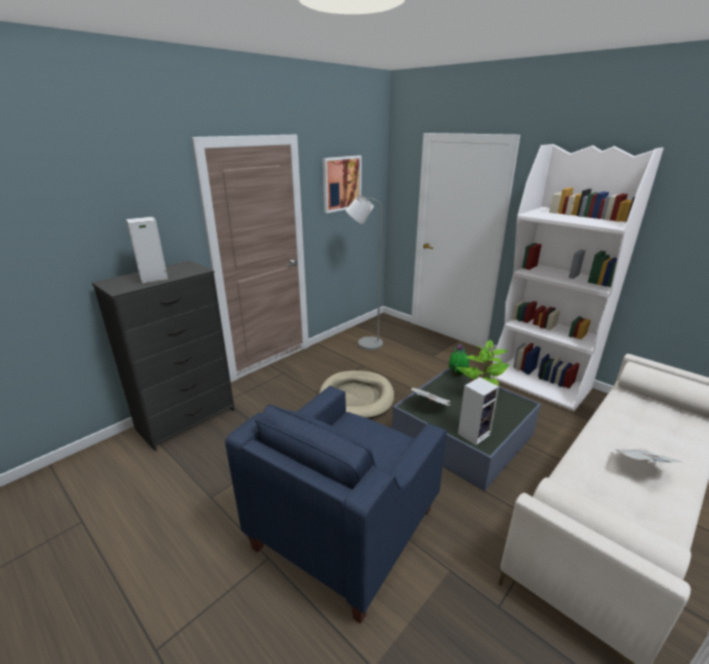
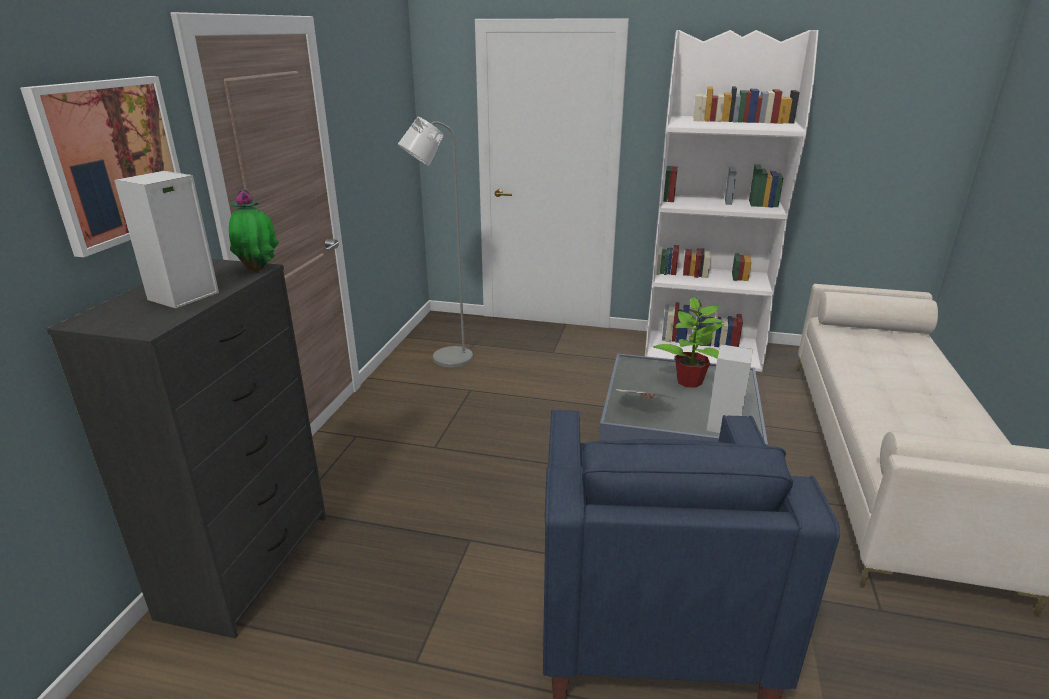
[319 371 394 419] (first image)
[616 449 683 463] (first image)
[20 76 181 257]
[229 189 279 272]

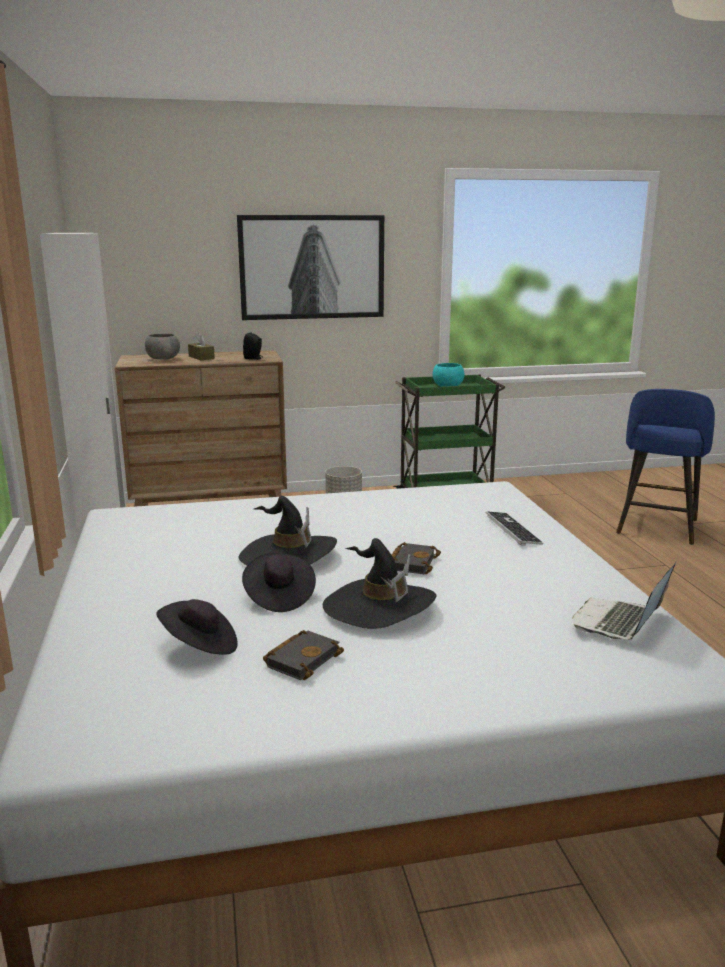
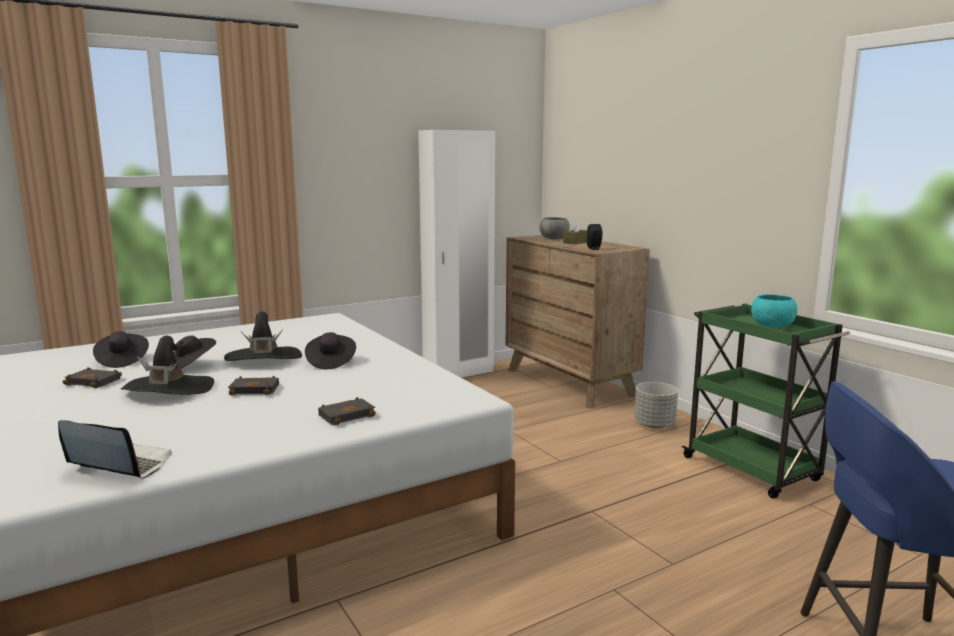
[237 215 384 320] (first image)
[305 332 356 369]
[318 397 376 426]

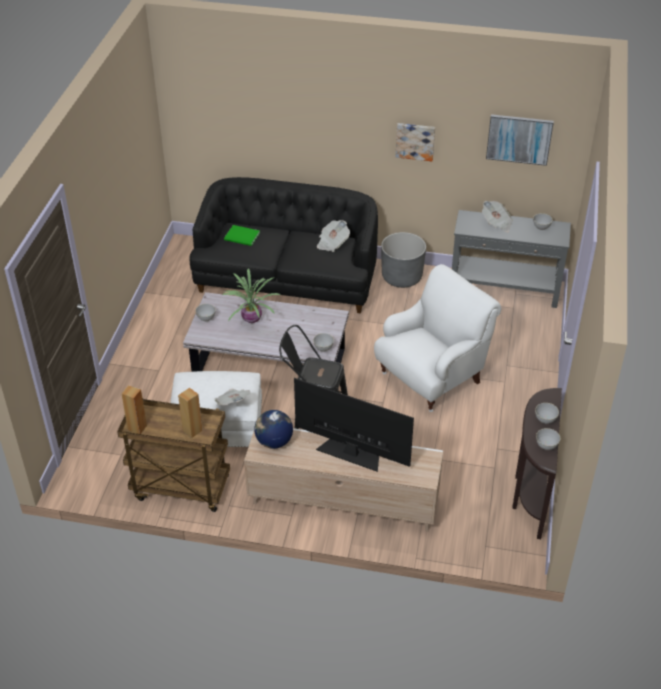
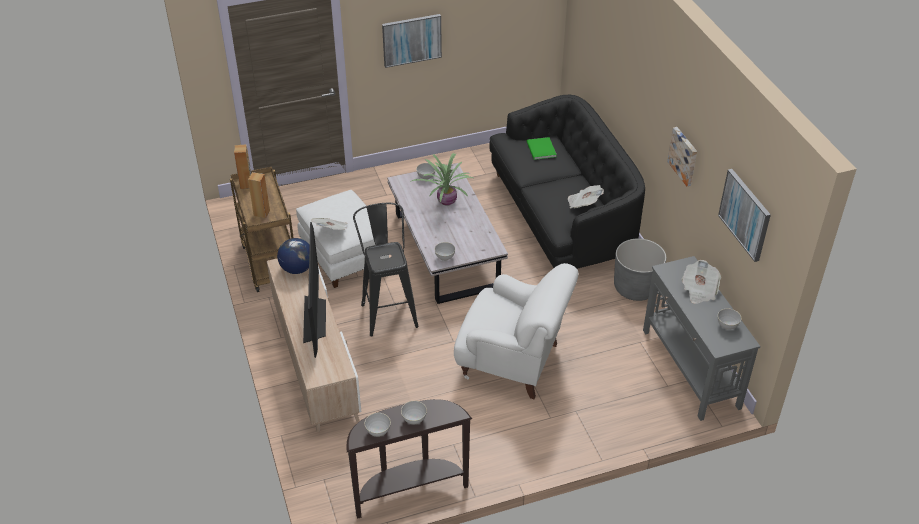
[382 14 442 68]

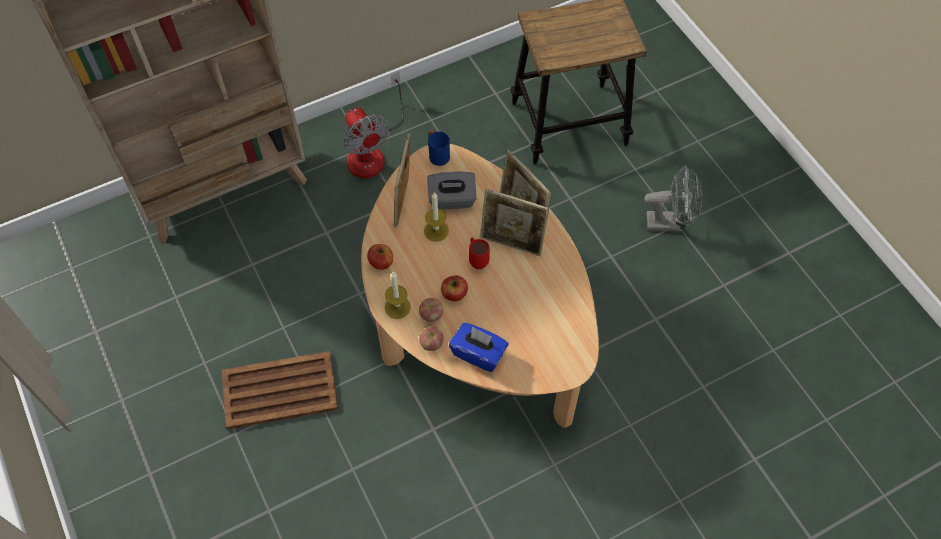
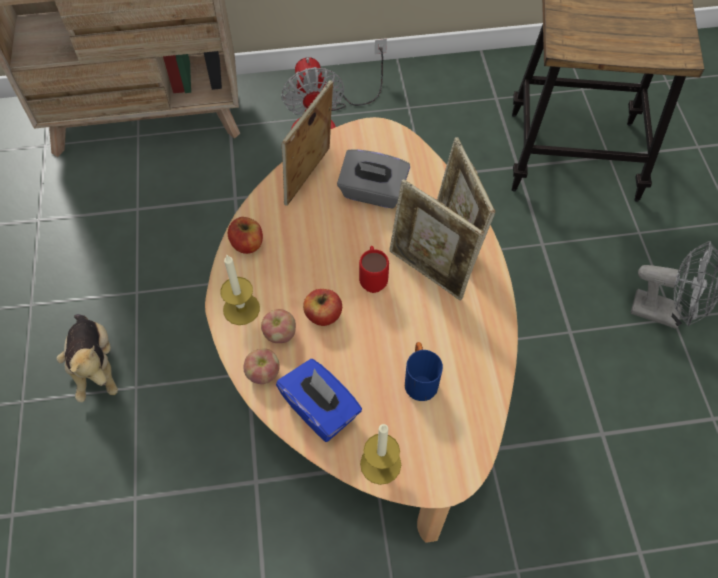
[360 424 401 485]
[405 342 443 401]
[56 314 118 402]

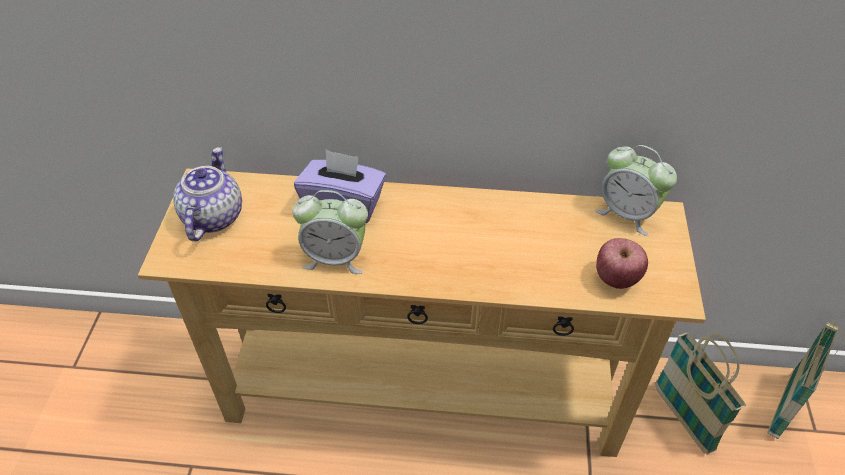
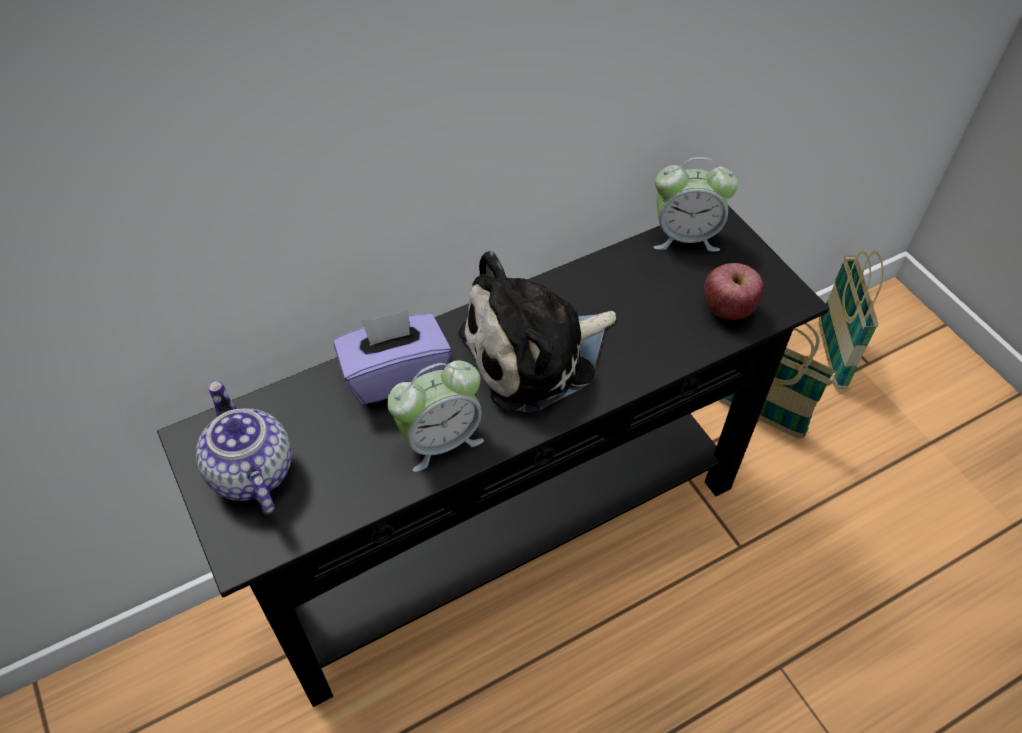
[459 251 616 413]
[157 205 829 707]

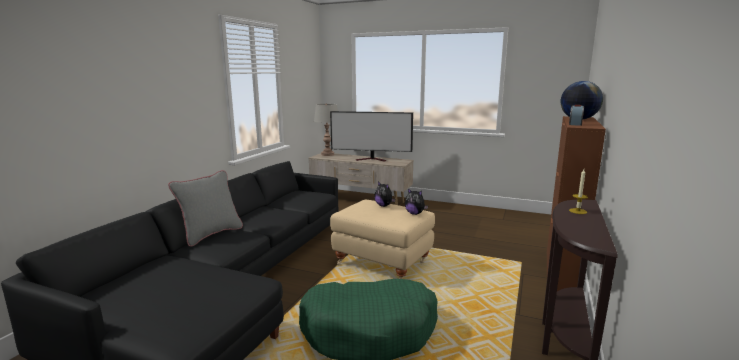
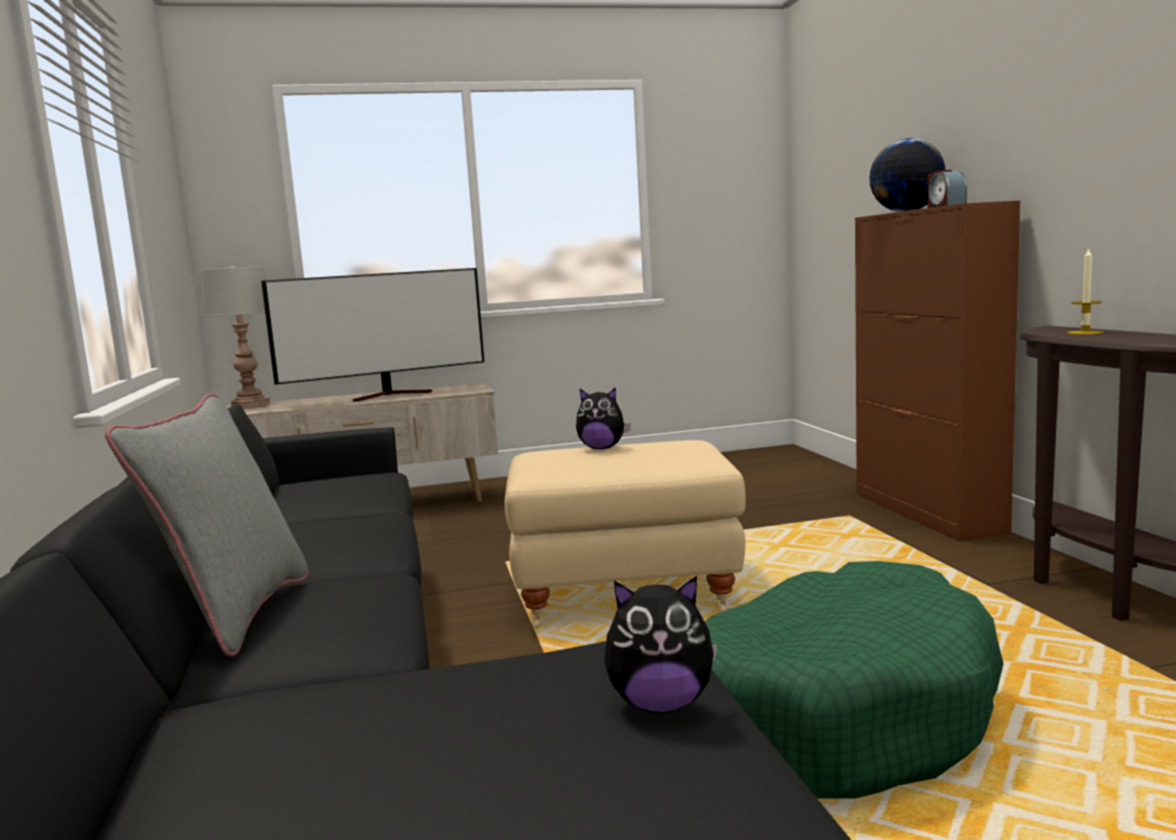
[604 576 718 713]

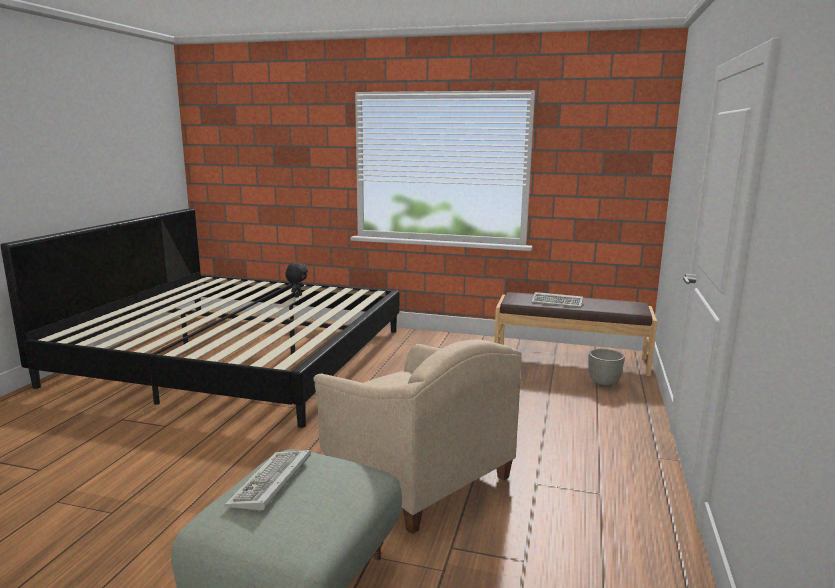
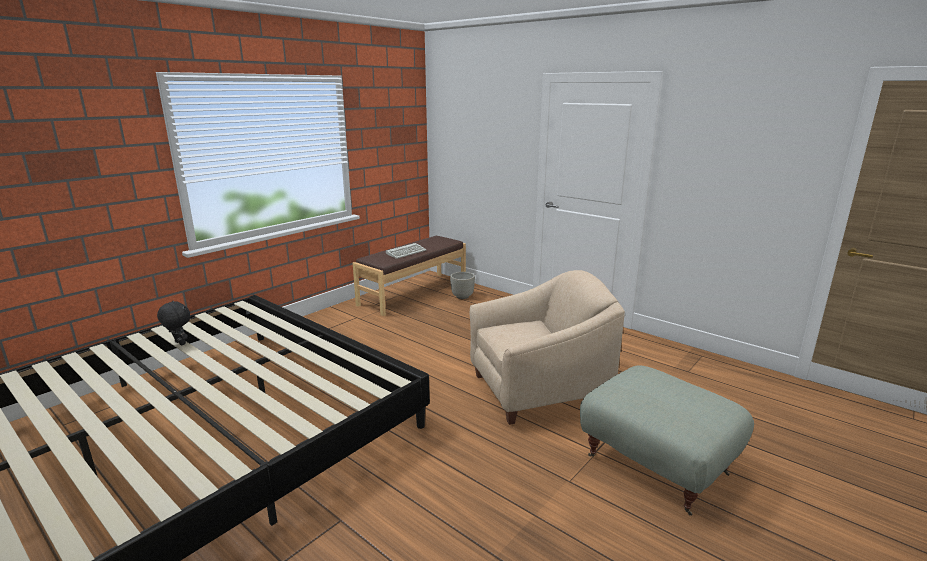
[224 450 311 512] (first image)

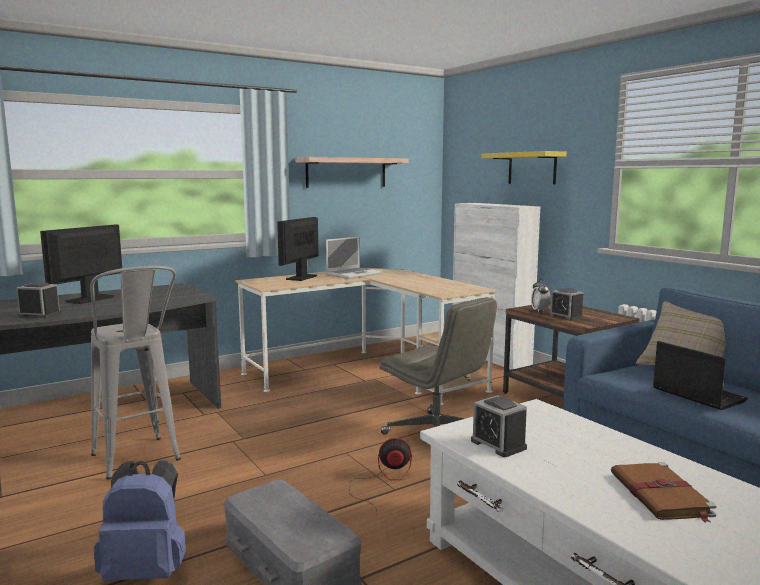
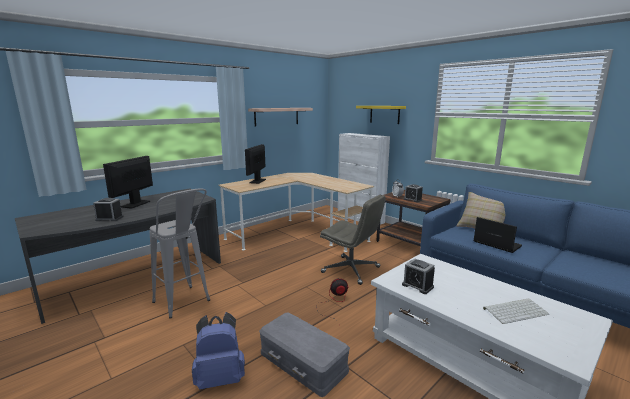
[326 237 381 279] (first image)
[483 298 549 324]

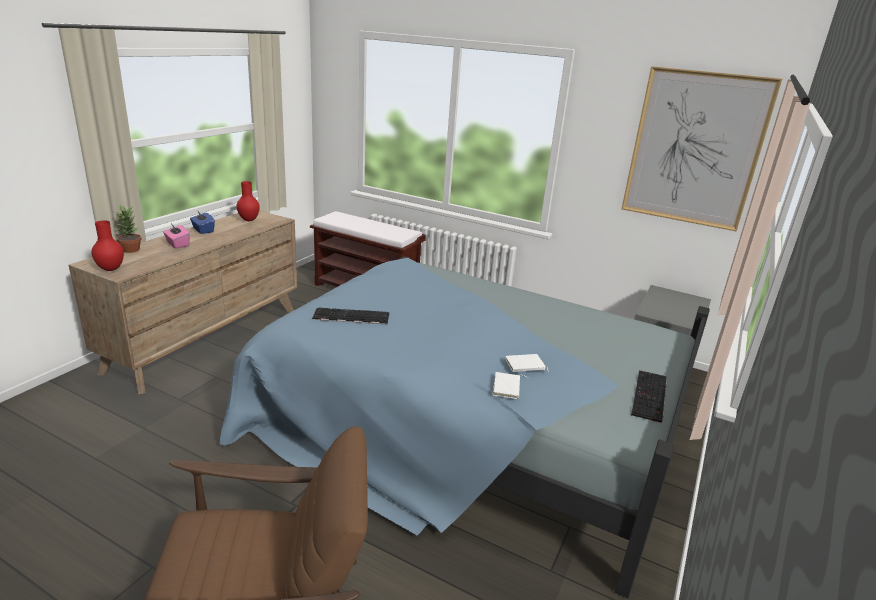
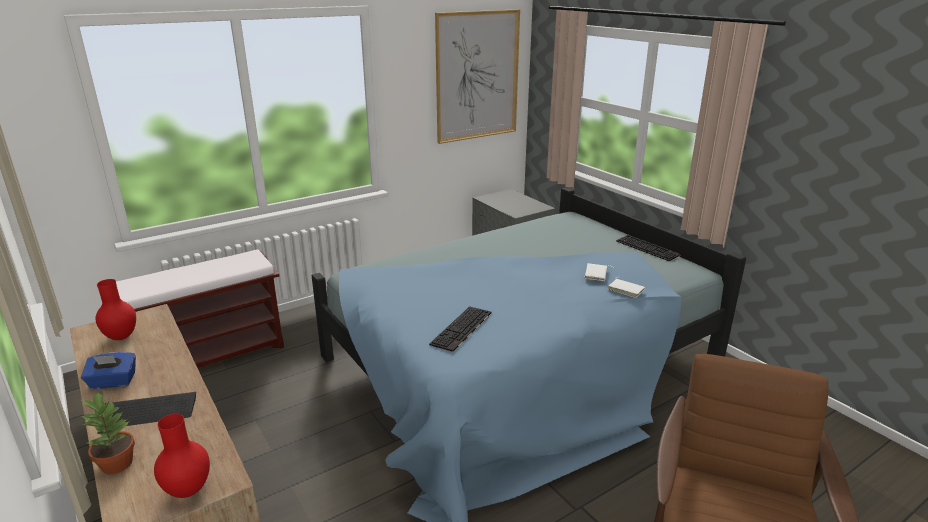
[105 392 196 426]

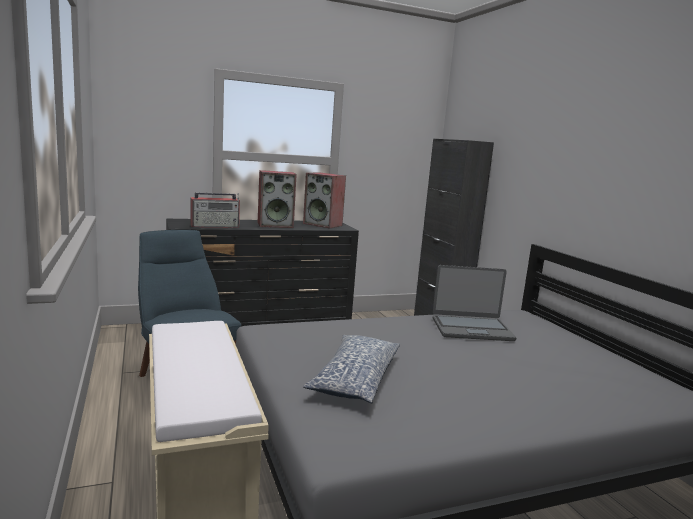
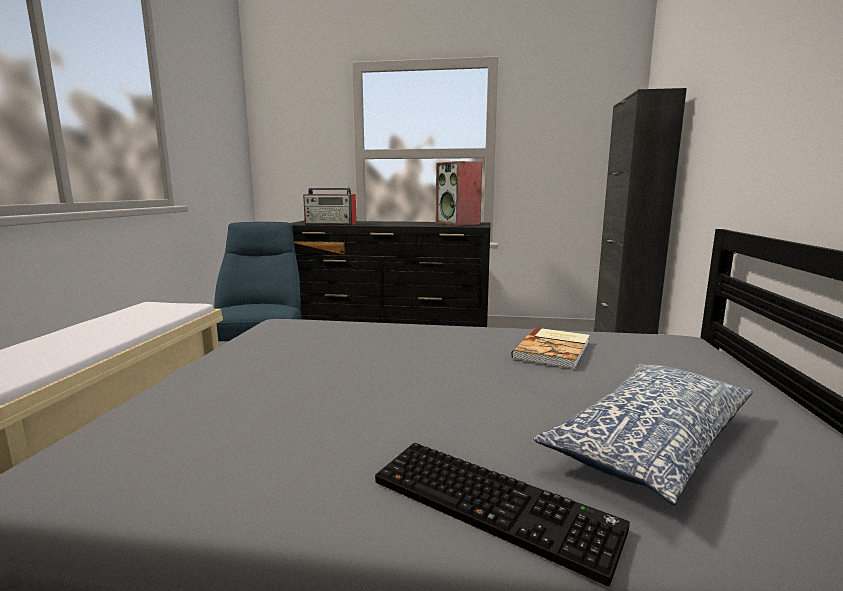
[258 170 297 228] (first image)
[375 443 630 586]
[533 364 753 505]
[511 328 590 369]

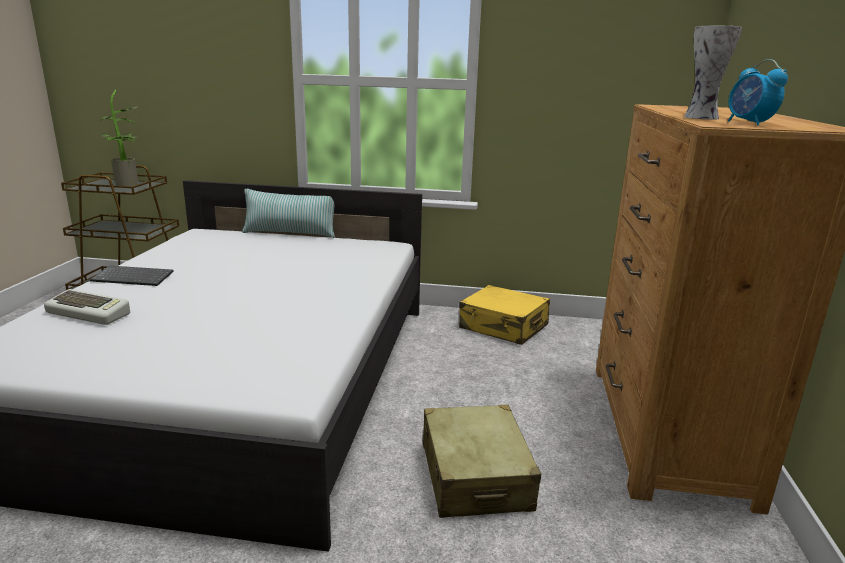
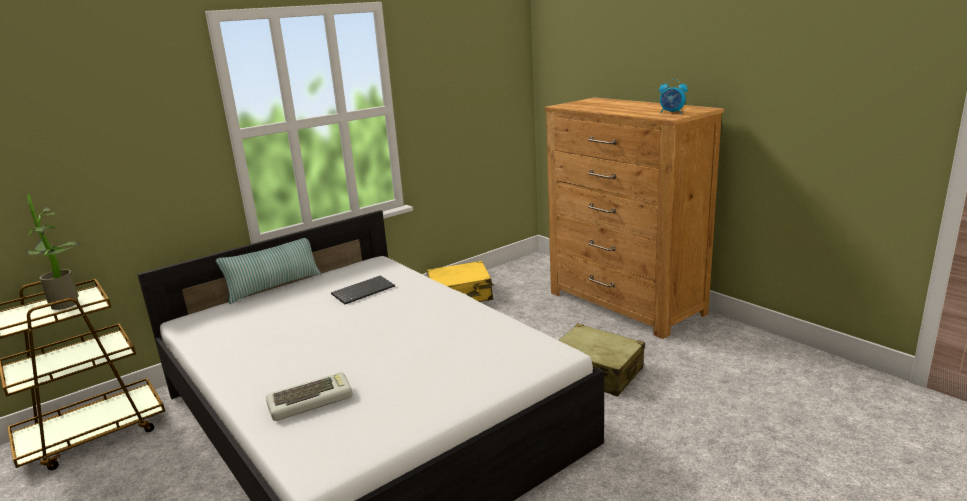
[684 26 742 119] (first image)
[331 276 395 304]

